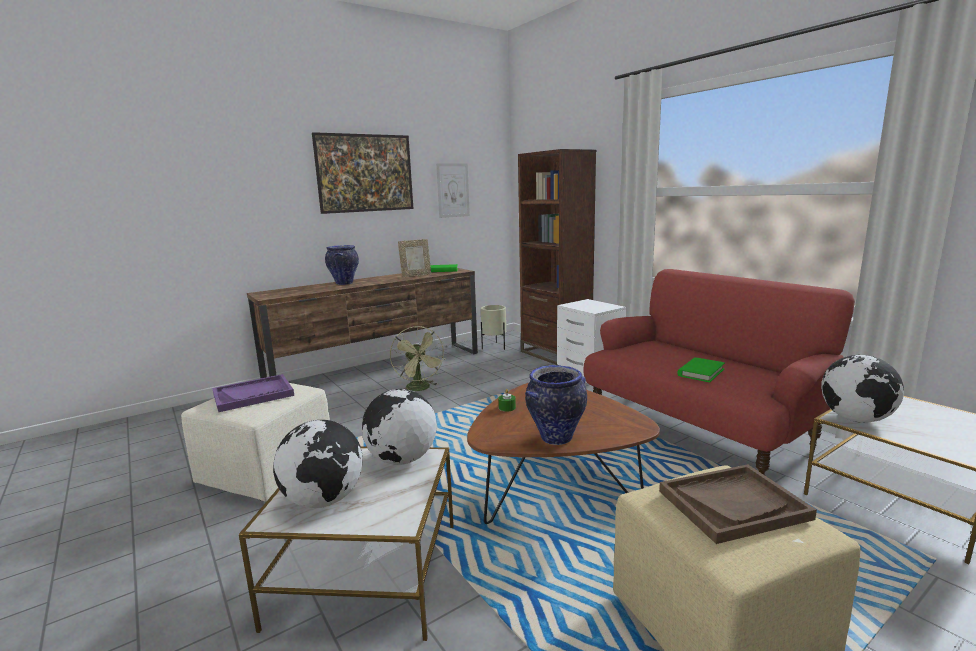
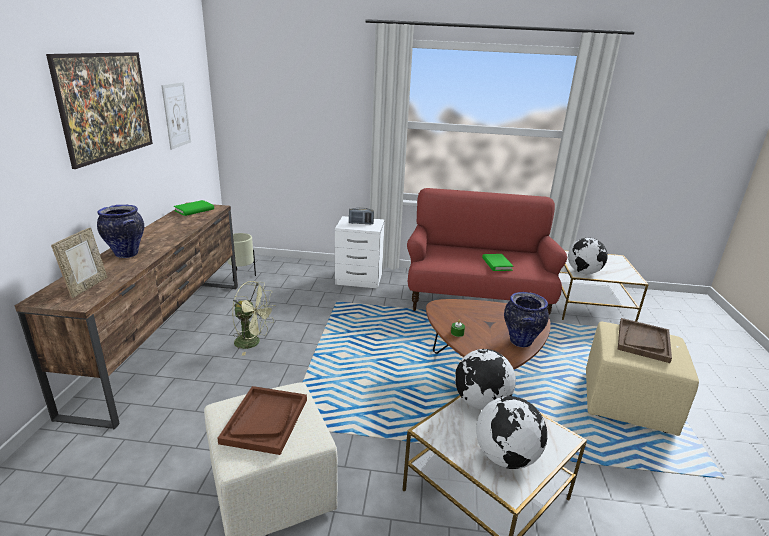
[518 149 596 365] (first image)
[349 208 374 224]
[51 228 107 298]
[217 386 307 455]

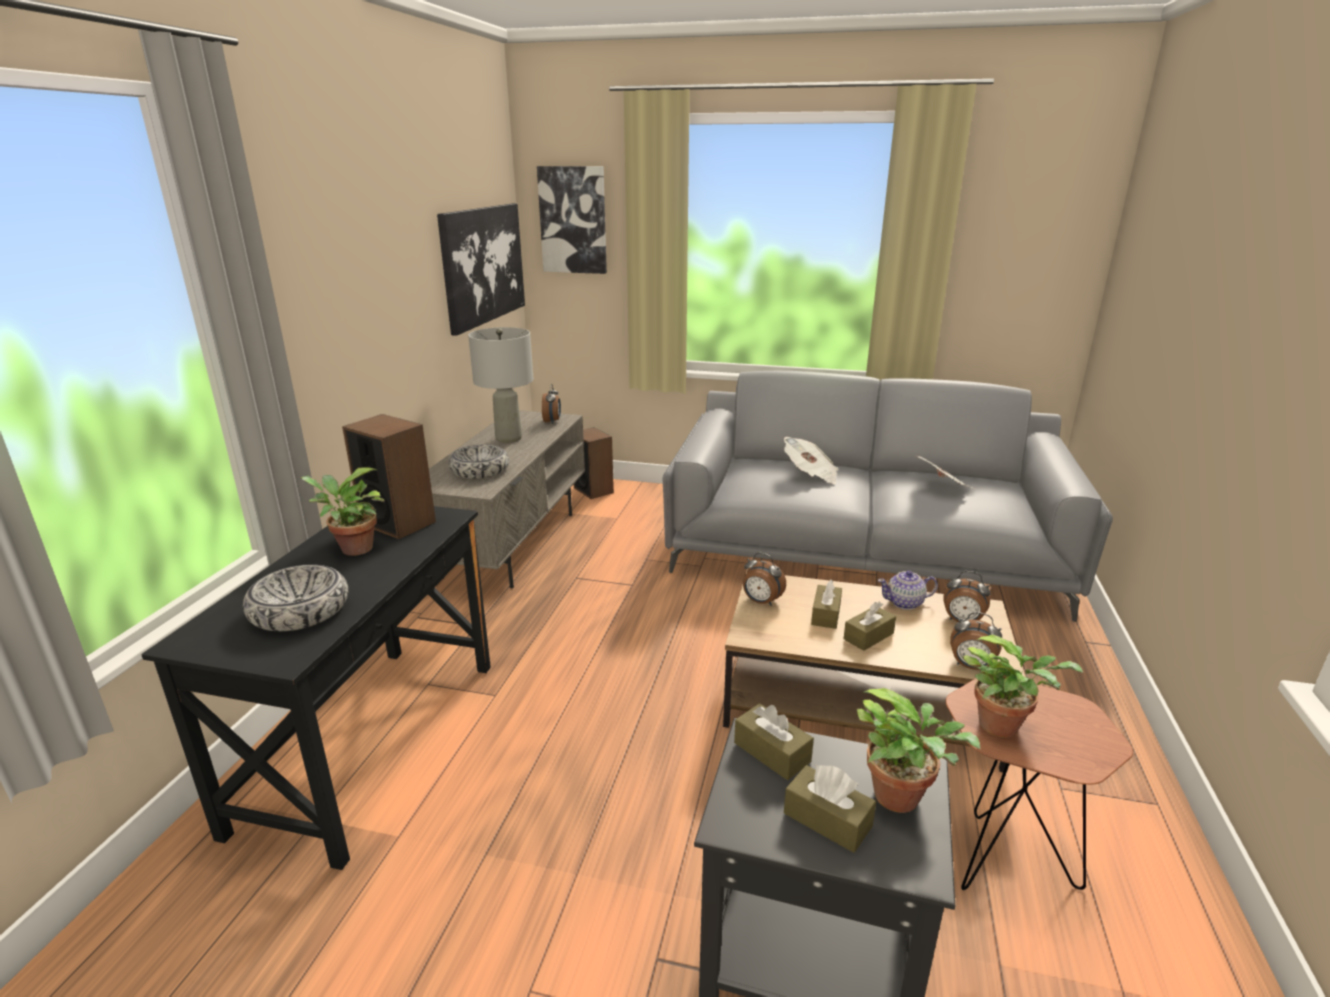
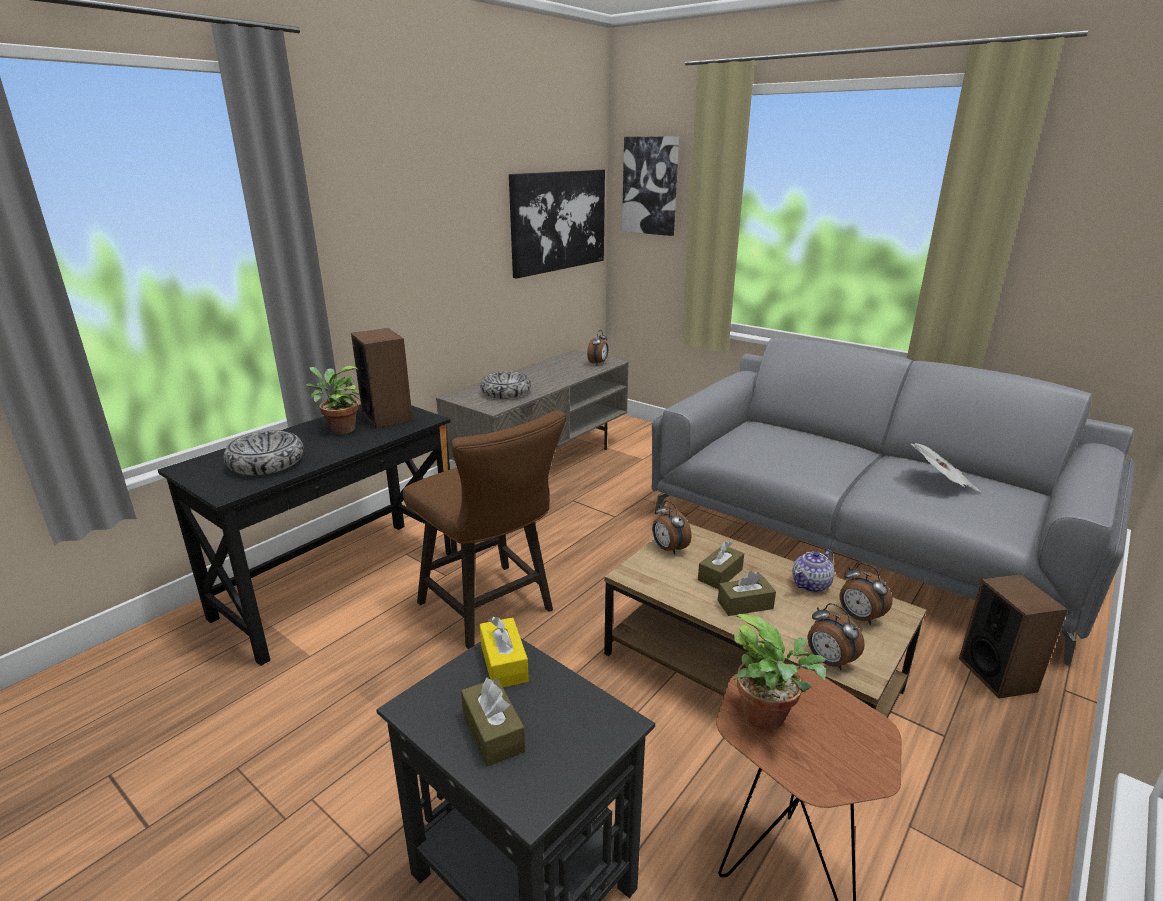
[468 327 534 443] (first image)
[784 437 838 484] (first image)
[857 688 981 813] (first image)
[403 410 566 649]
[959 574 1068 698]
[480 617 529 687]
[792 550 835 593]

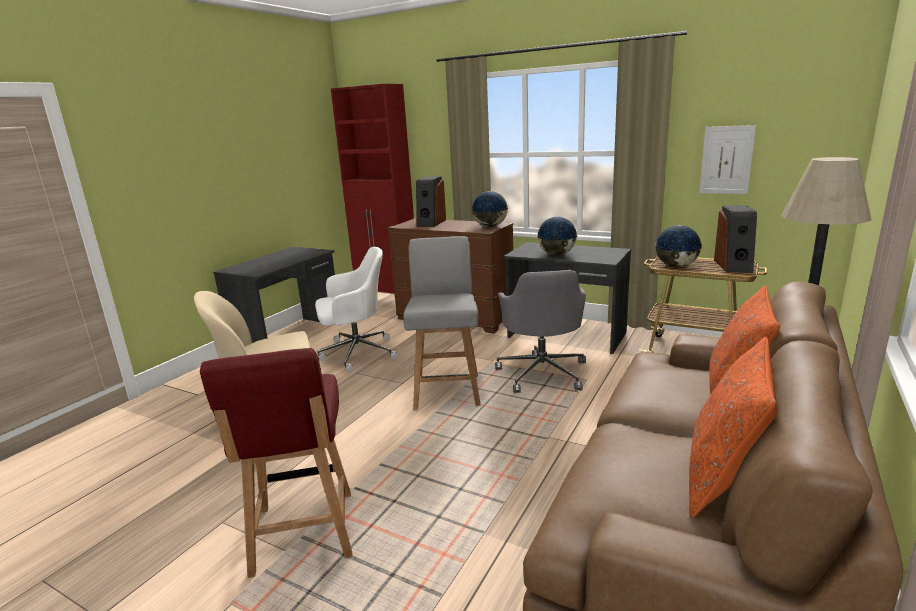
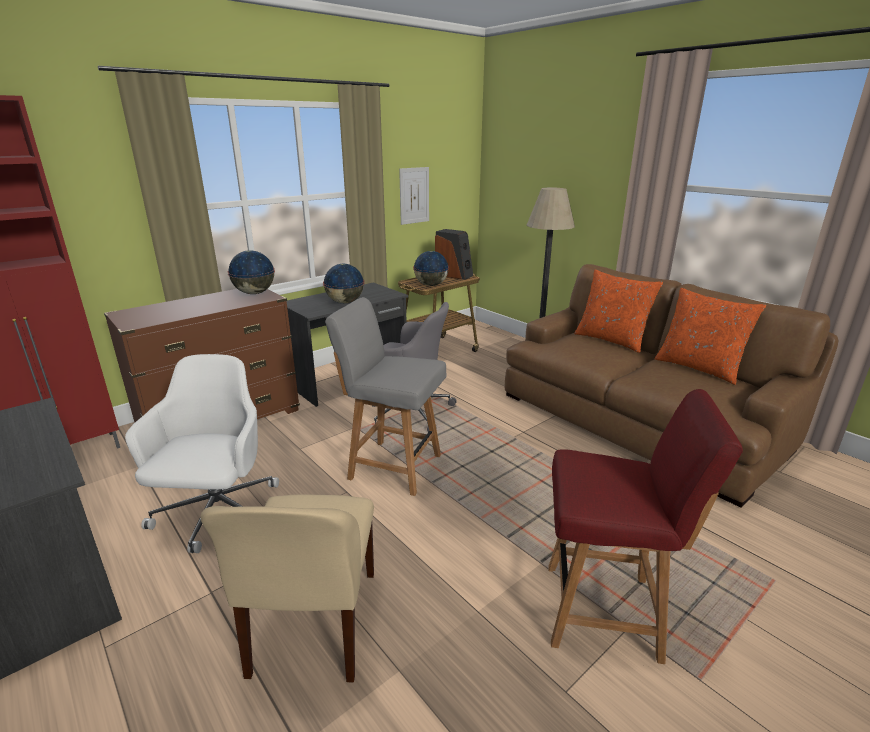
[416 176 446 227] (first image)

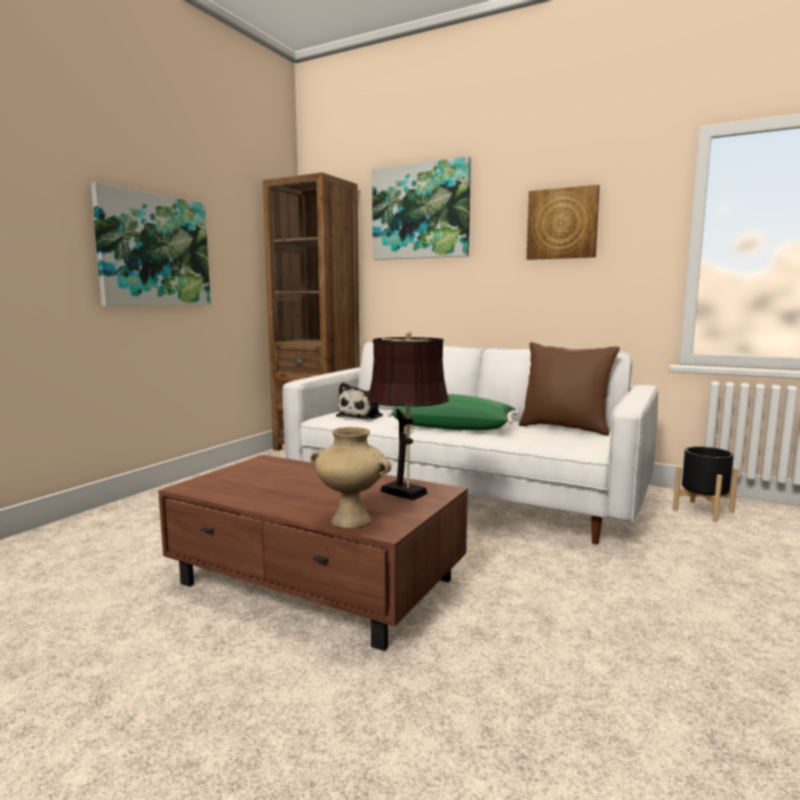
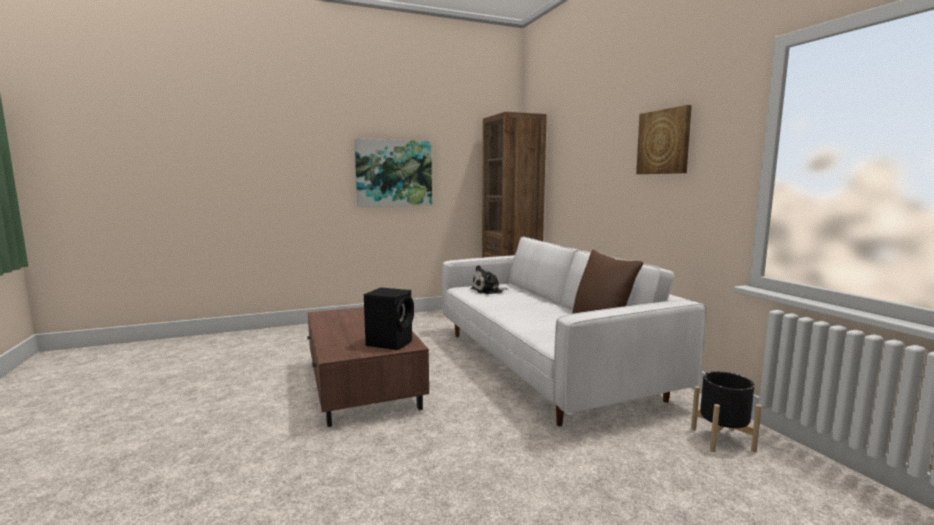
[310 427 392 528] (first image)
[372 156 471 260] (first image)
[387 394 519 430] (first image)
[364 287 414 350]

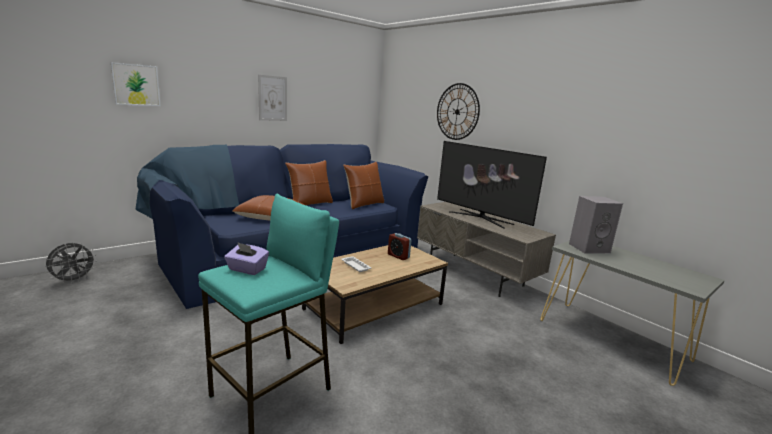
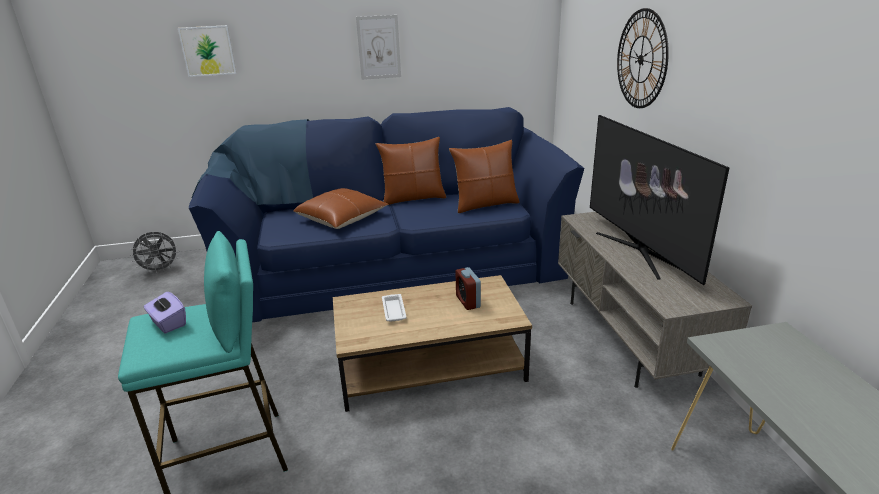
[569 196 623 254] (first image)

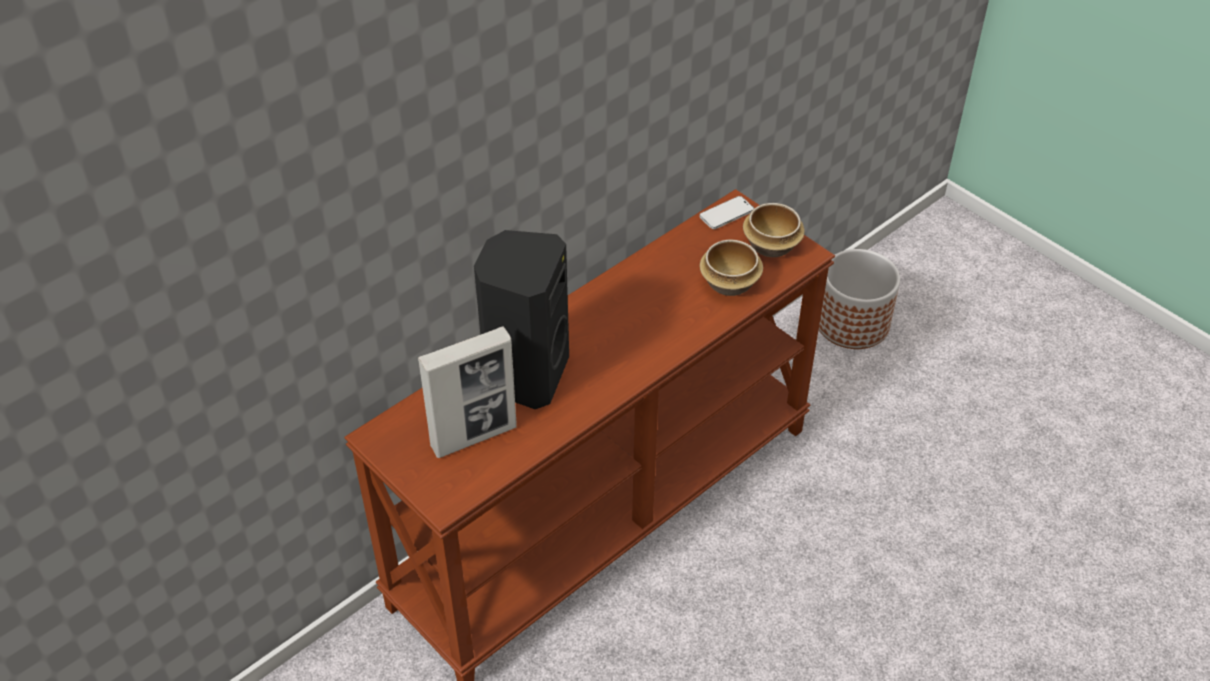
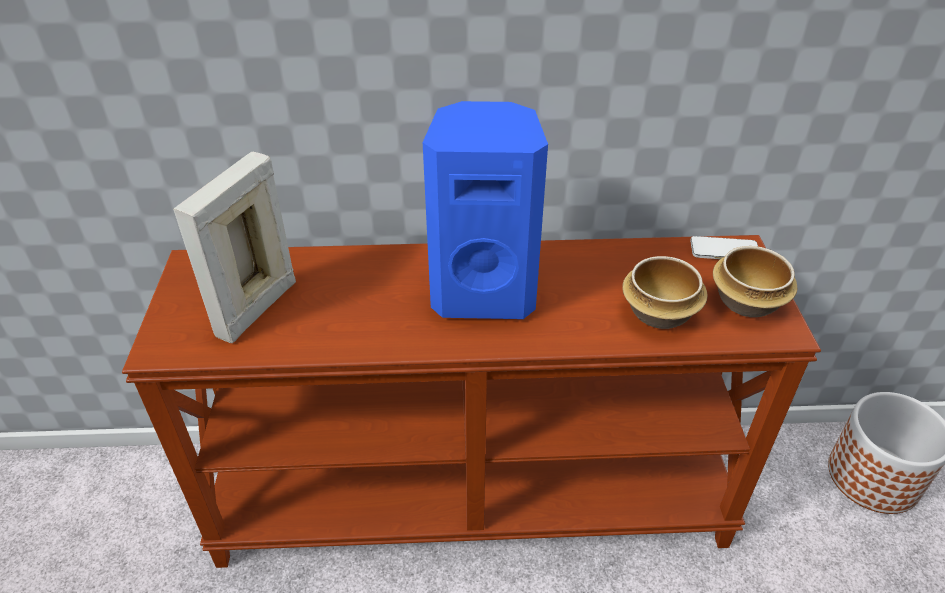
[474 230 569 409] (first image)
[423 101 548 319]
[173 152 296 343]

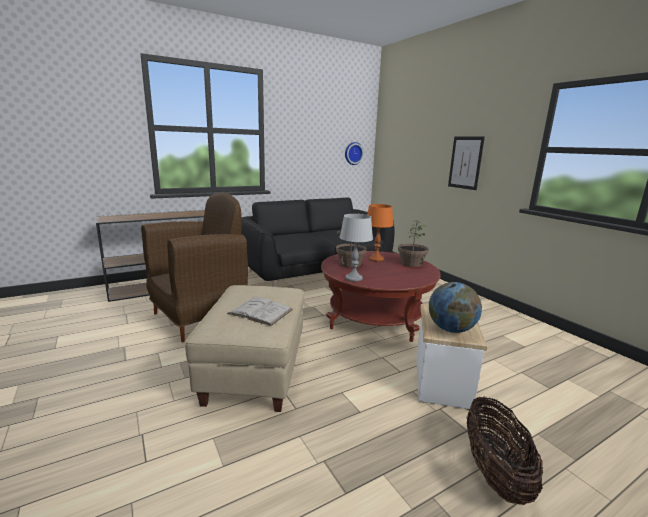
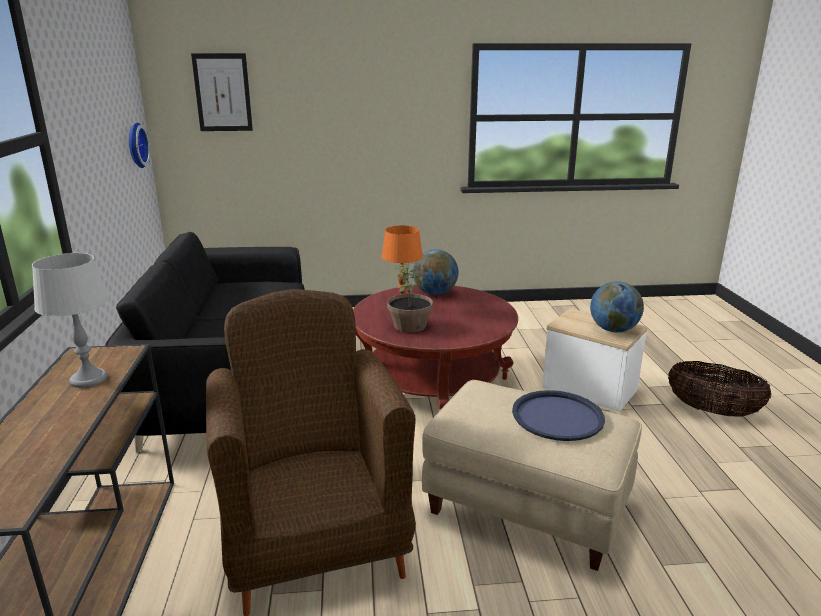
[32 253 109 388]
[191 53 253 131]
[512 390 605 441]
[413 249 459 295]

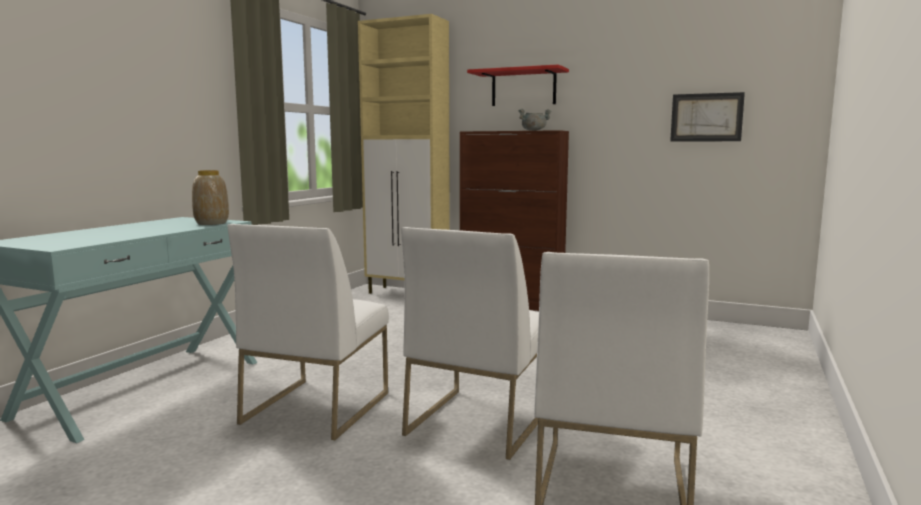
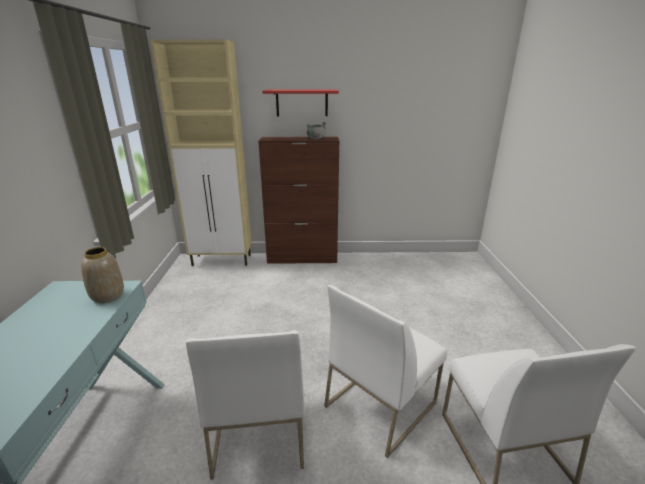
[670 92 745 142] (first image)
[324 285 447 458]

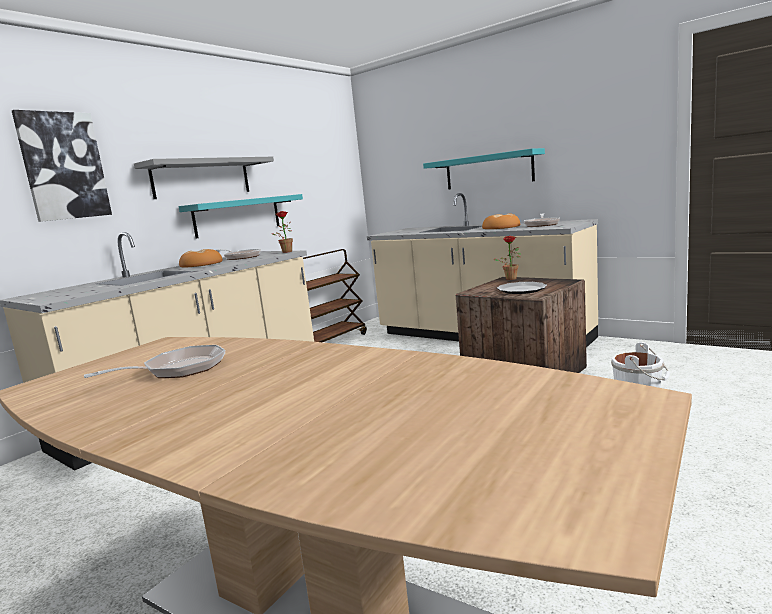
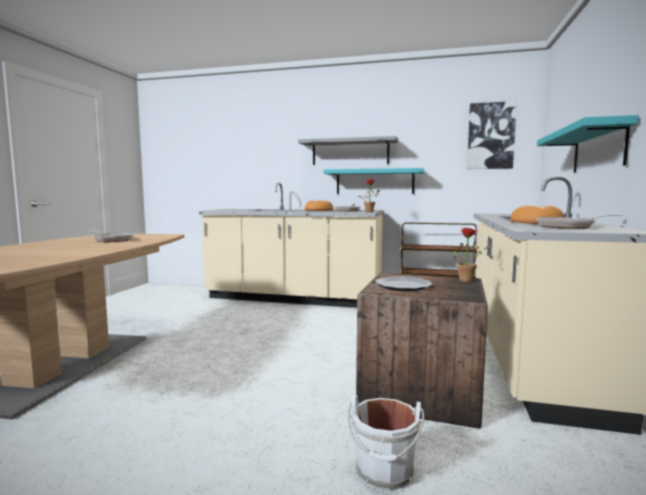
[467 101 517 169]

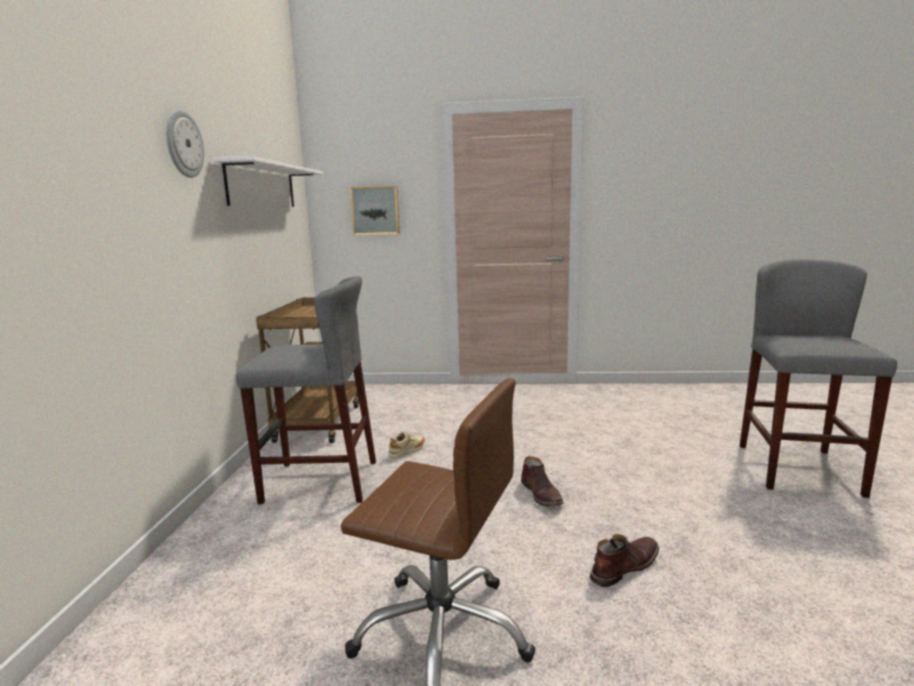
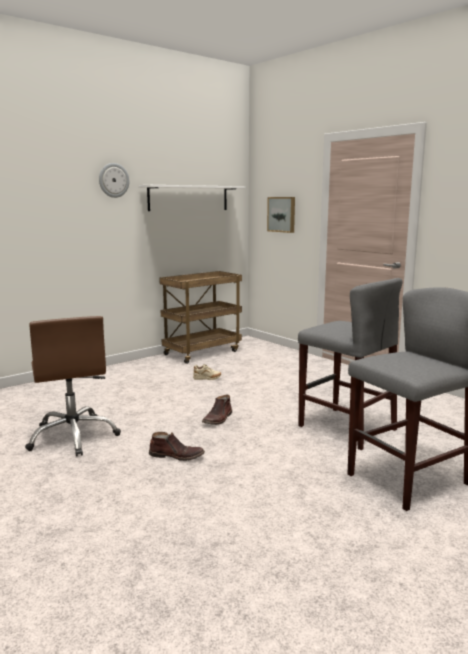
[298 278 402 450]

